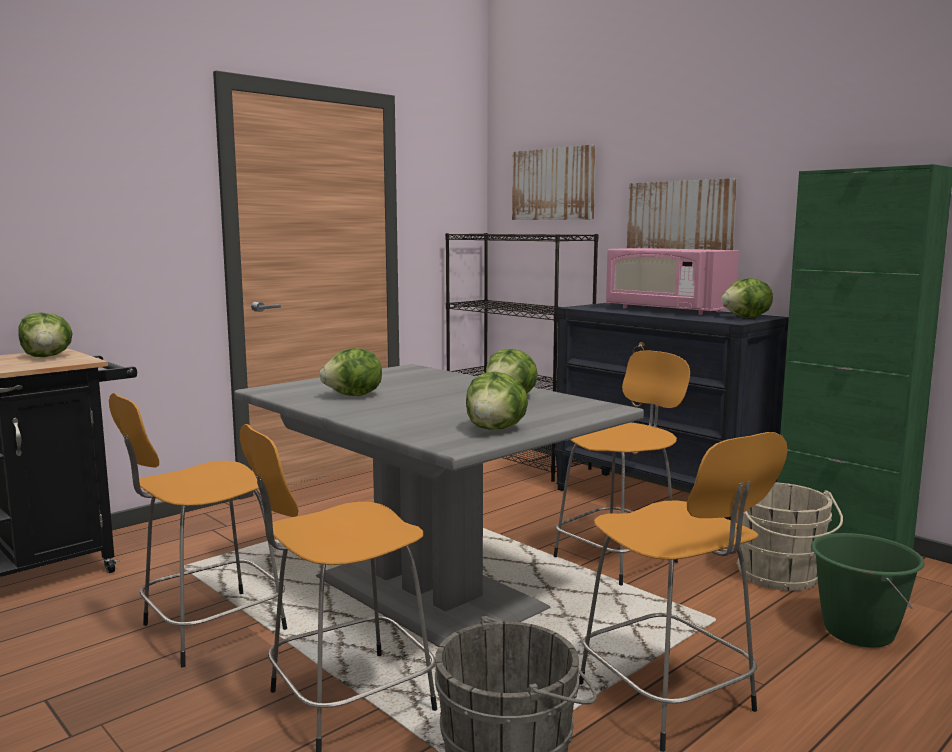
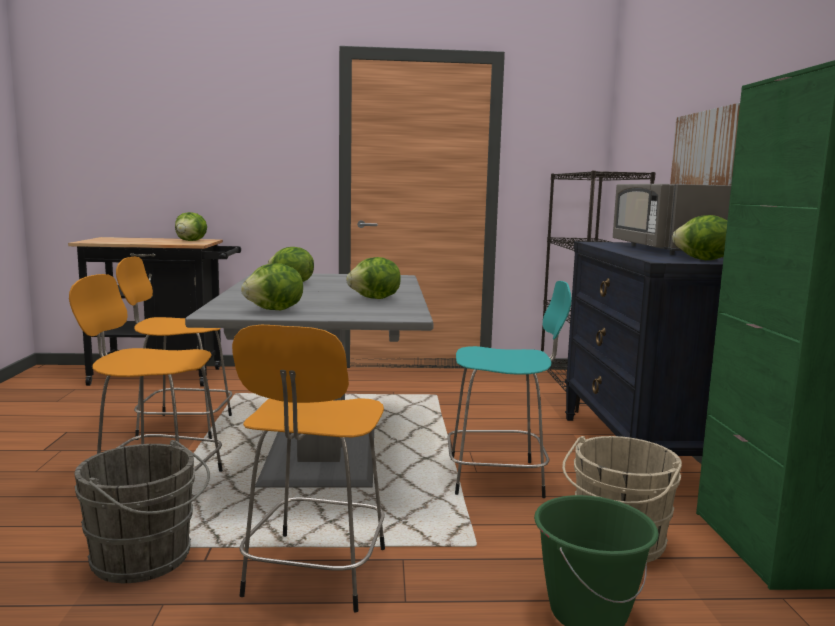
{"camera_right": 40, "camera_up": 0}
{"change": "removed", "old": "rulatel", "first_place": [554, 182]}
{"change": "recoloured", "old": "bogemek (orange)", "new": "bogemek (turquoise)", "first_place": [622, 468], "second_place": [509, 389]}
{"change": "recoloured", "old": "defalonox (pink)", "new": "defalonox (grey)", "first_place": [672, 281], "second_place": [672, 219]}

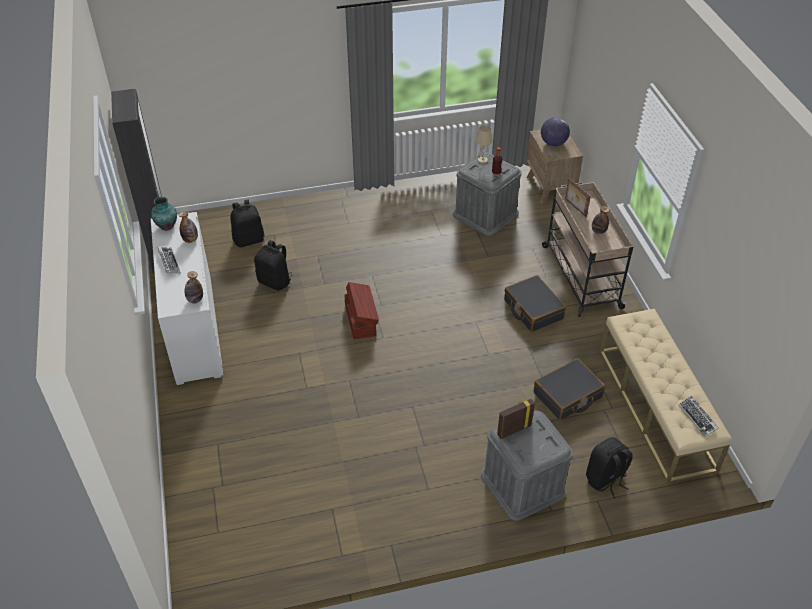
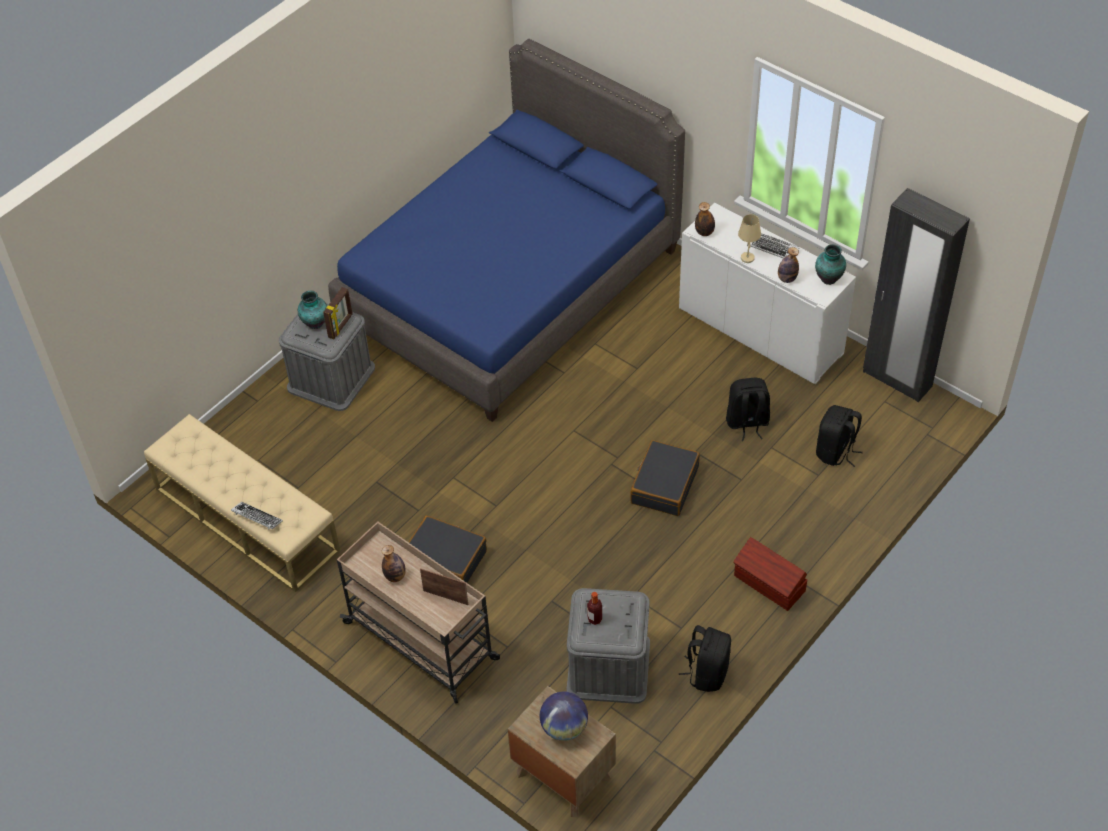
{"camera_right": 145, "camera_up": 5}
{"change": "moved", "old": "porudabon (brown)", "first_place": [361, 310], "second_place": [770, 574]}
{"change": "moved", "old": "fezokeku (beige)", "first_place": [484, 144], "second_place": [749, 238]}
{"change": "moved", "old": "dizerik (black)", "first_place": [569, 389], "second_place": [665, 478]}
{"change": "moved", "old": "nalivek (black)", "first_place": [609, 468], "second_place": [705, 658]}
{"change": "moved", "old": "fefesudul", "first_place": [698, 416], "second_place": [257, 515]}
{"change": "added", "new": "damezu", "second_place": [312, 310]}
{"change": "added", "new": "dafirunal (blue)", "second_place": [506, 230]}

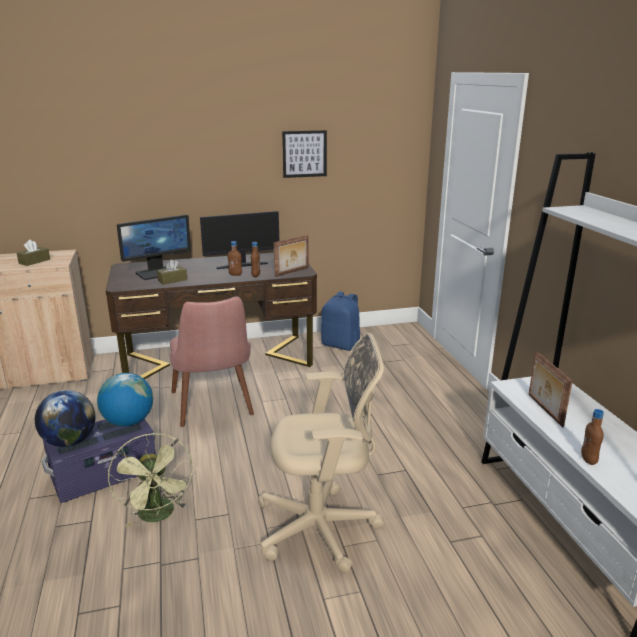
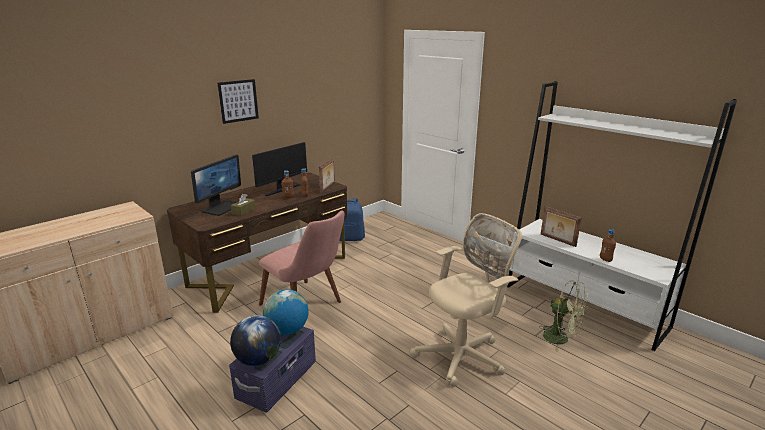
{"camera_right": -30, "camera_up": 0}
{"change": "removed", "old": "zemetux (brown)", "first_place": [33, 253]}
{"change": "moved", "old": "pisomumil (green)", "first_place": [150, 480], "second_place": [564, 315]}
{"change": "moved", "old": "rulatel", "first_place": [304, 154], "second_place": [238, 101]}

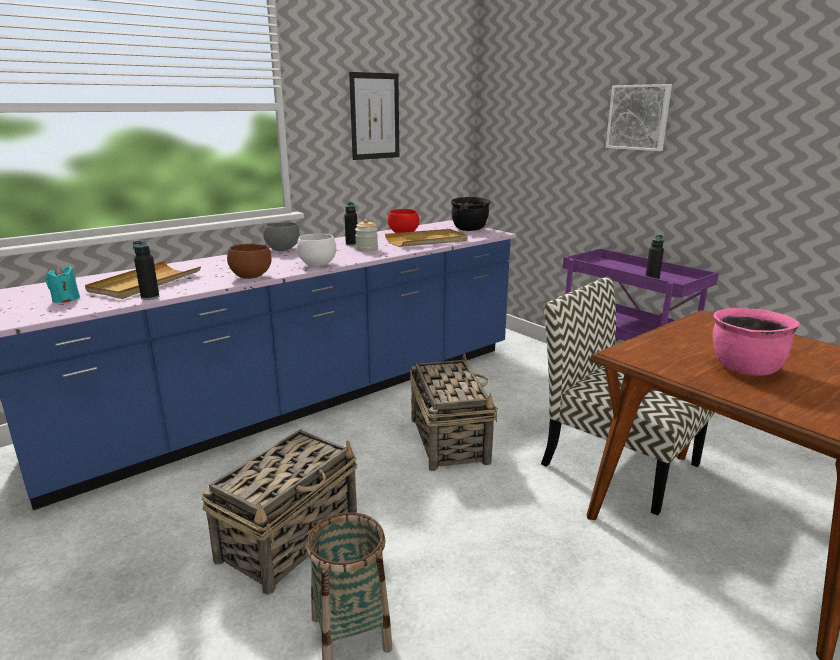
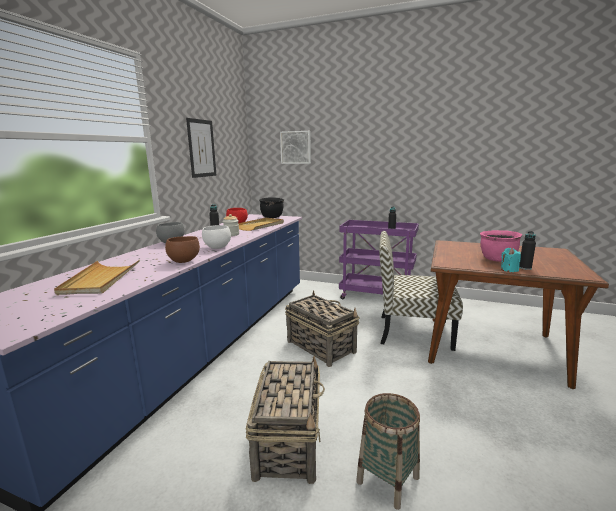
{"camera_right": -30, "camera_up": -5}
{"change": "moved", "old": "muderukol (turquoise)", "first_place": [63, 284], "second_place": [511, 260]}
{"change": "moved", "old": "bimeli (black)", "first_place": [146, 270], "second_place": [527, 250]}
{"change": "moved", "old": "rulatel", "first_place": [639, 117], "second_place": [295, 147]}

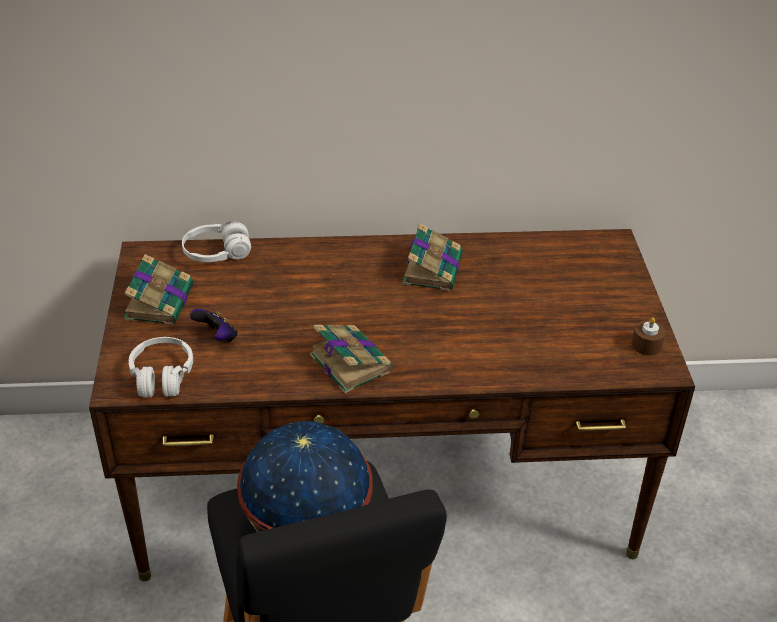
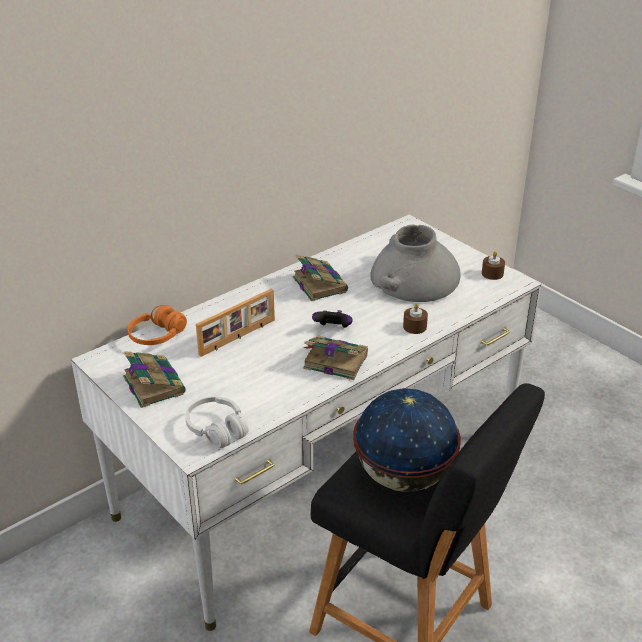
{"camera_right": -35, "camera_up": -5}
{"change": "recoloured", "old": "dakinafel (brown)", "new": "dakinafel (white)", "first_place": [392, 405], "second_place": [306, 423]}
{"change": "recoloured", "old": "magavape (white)", "new": "magavape (orange)", "first_place": [216, 241], "second_place": [157, 325]}
{"change": "moved", "old": "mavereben", "first_place": [213, 325], "second_place": [332, 319]}
{"change": "added", "new": "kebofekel", "second_place": [235, 323]}
{"change": "added", "new": "damezu (grey)", "second_place": [415, 263]}
{"change": "added", "new": "muderukol (brown)", "second_place": [415, 318]}

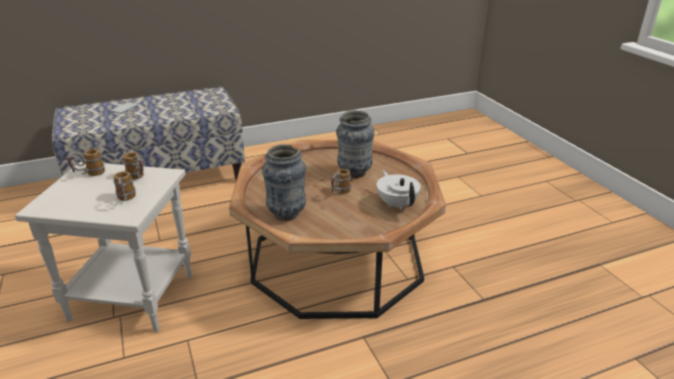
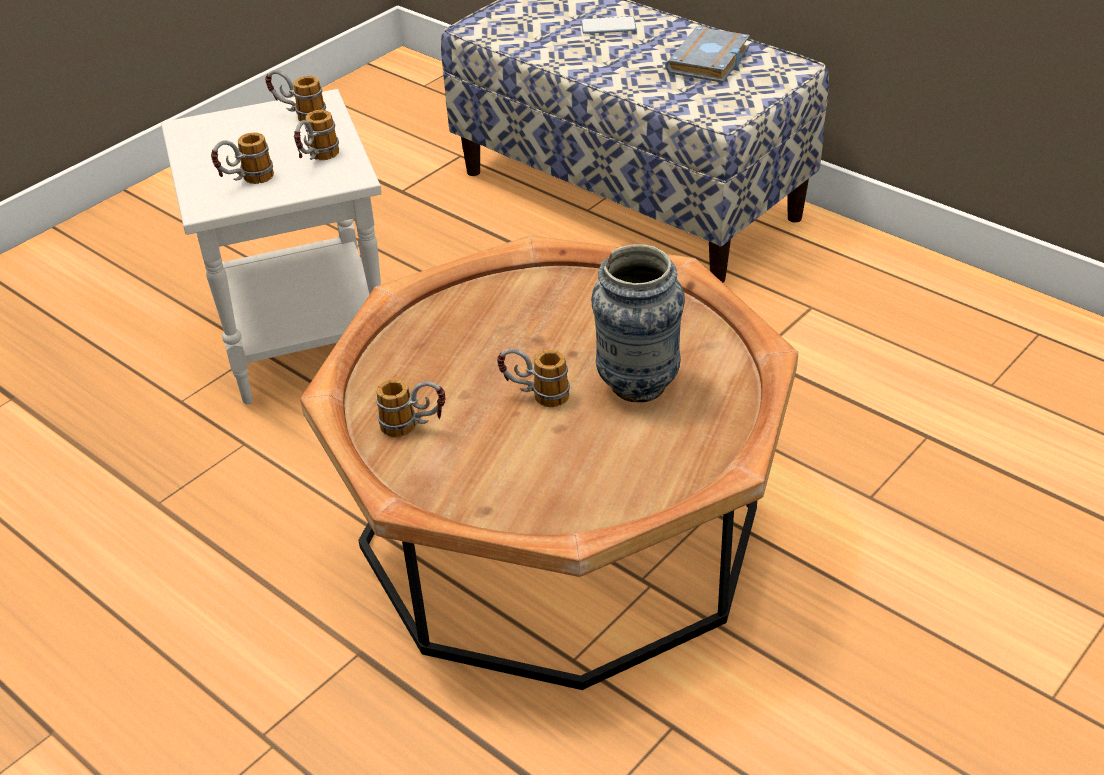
{"camera_right": 65, "camera_up": 10}
{"change": "removed", "old": "damezu", "first_place": [284, 182]}
{"change": "removed", "old": "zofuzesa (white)", "first_place": [399, 190]}
{"change": "added", "new": "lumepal", "second_place": [411, 408]}
{"change": "added", "new": "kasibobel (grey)", "second_place": [707, 54]}

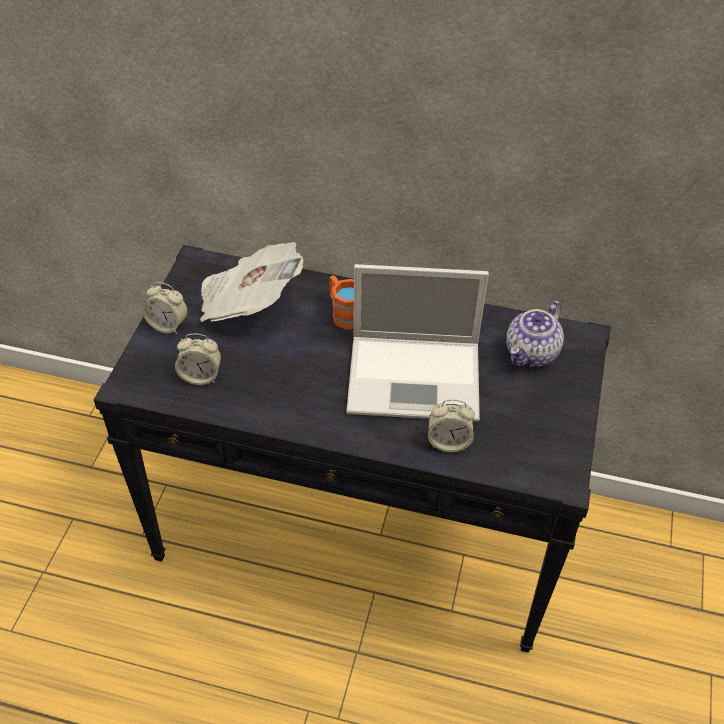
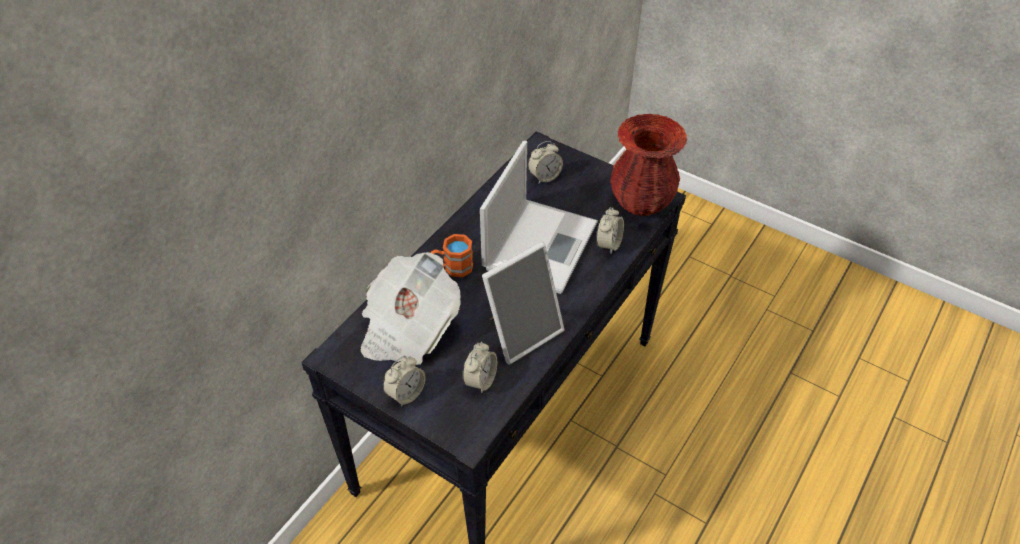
{"camera_right": -70, "camera_up": 0}
{"change": "replaced", "old": "zofuzesa", "new": "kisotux", "first_place": [535, 334], "second_place": [545, 162]}
{"change": "added", "new": "kebofekel", "second_place": [523, 303]}
{"change": "added", "new": "damezu (red)", "second_place": [648, 165]}

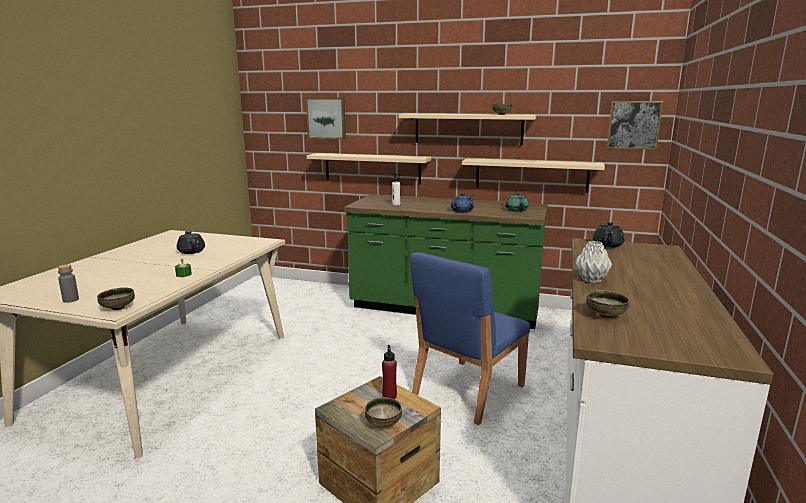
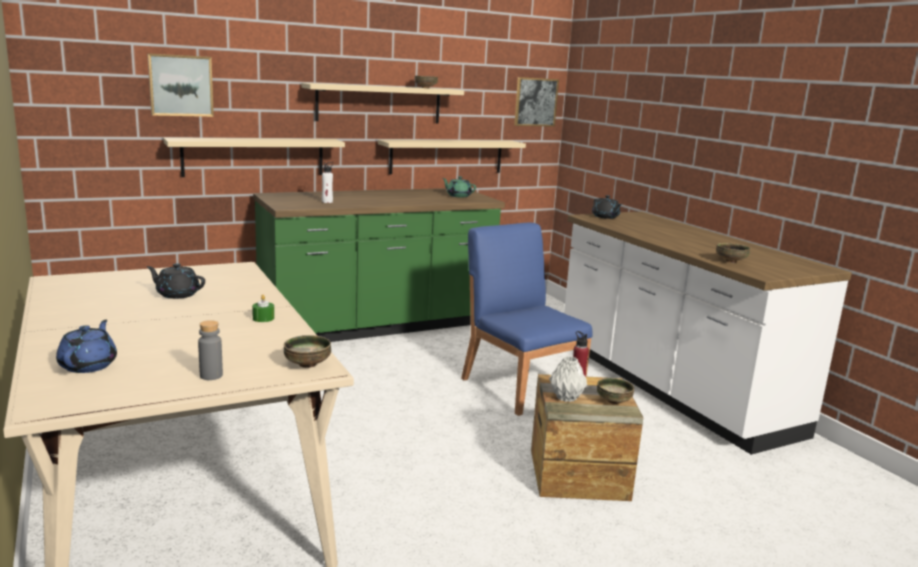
{"camera_right": -45, "camera_up": 0}
{"change": "turned", "old": "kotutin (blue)", "first_place": [470, 338], "second_place": [527, 319], "degrees": 150}
{"change": "moved", "old": "zofuzesa (blue)", "first_place": [462, 202], "second_place": [86, 346]}
{"change": "moved", "old": "damezu (grey)", "first_place": [593, 262], "second_place": [568, 379]}

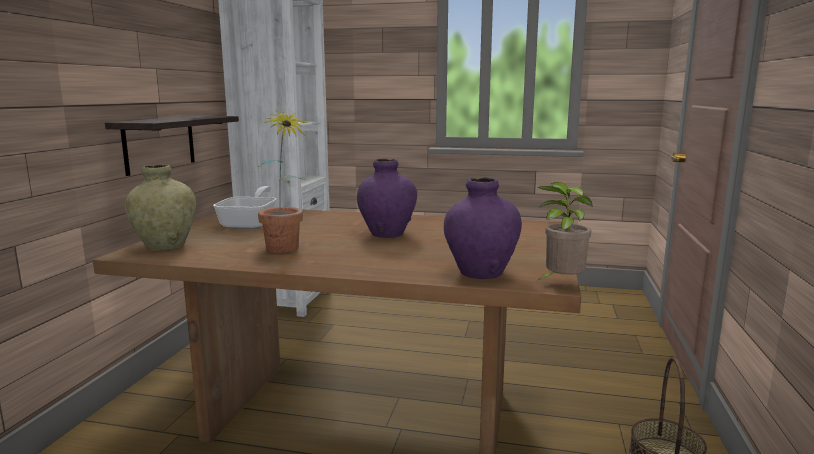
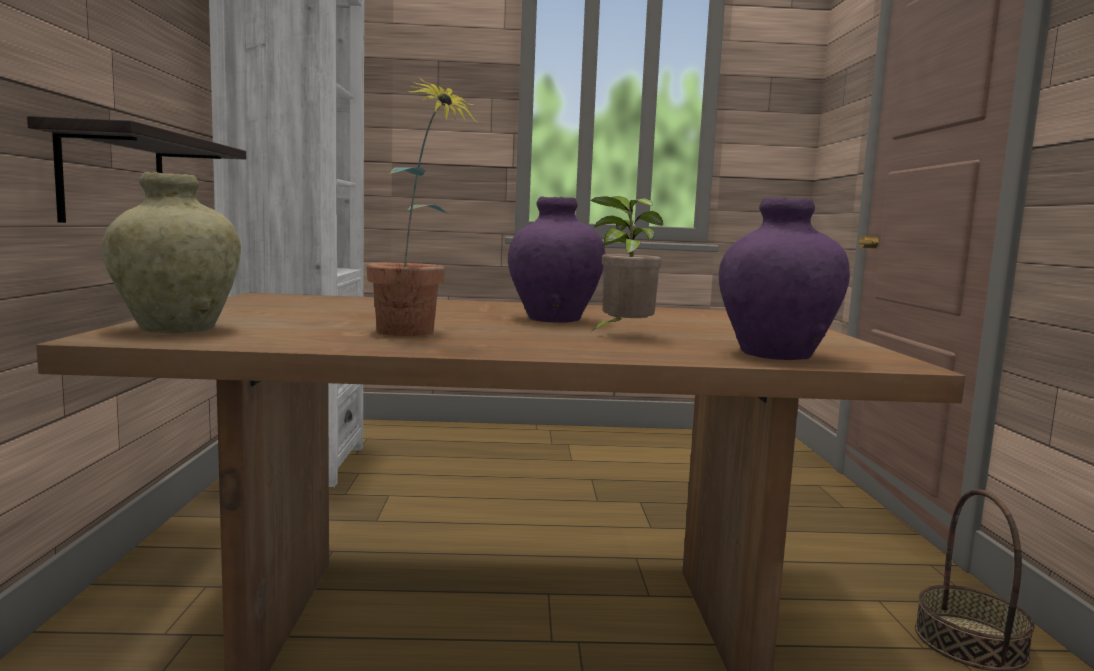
{"camera_right": -15, "camera_up": -5}
{"change": "removed", "old": "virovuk", "first_place": [244, 207]}
{"change": "moved", "old": "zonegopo", "first_place": [564, 232], "second_place": [626, 265]}

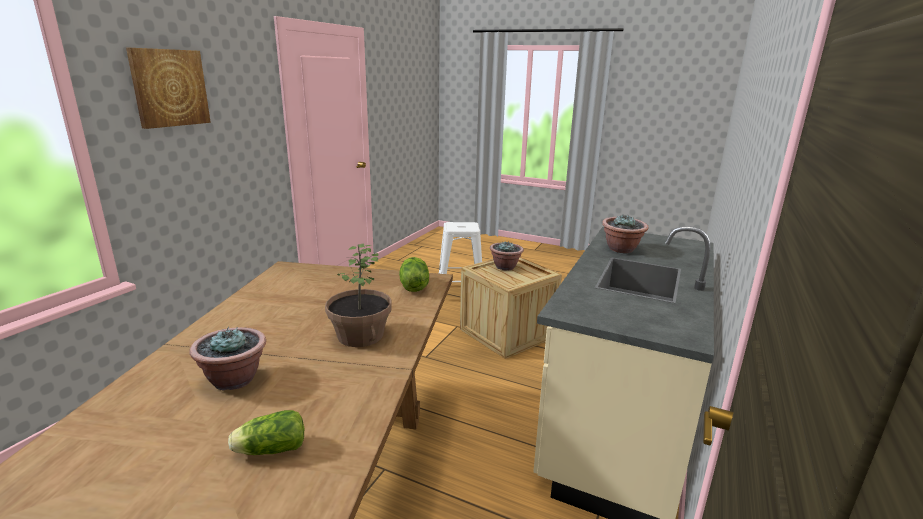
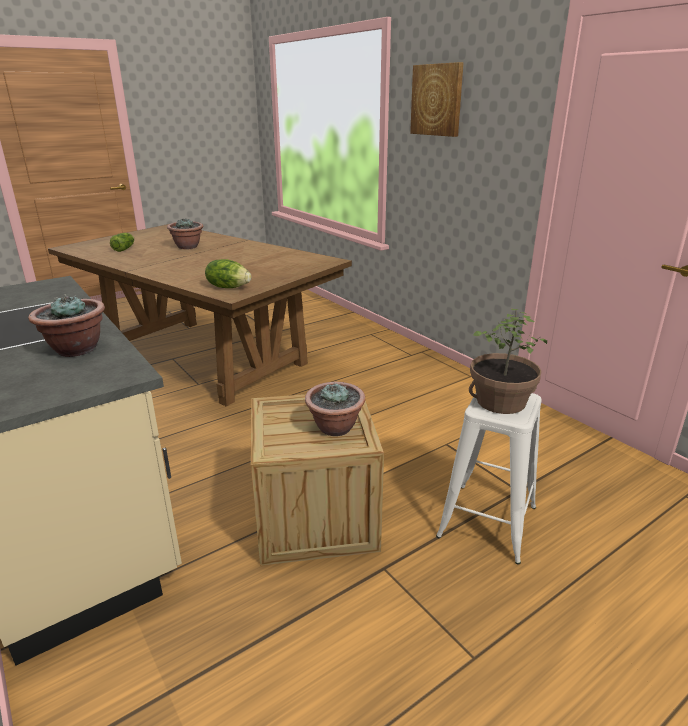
{"camera_right": 120, "camera_up": 5}
{"change": "moved", "old": "zonegopo", "first_place": [358, 295], "second_place": [508, 361]}

